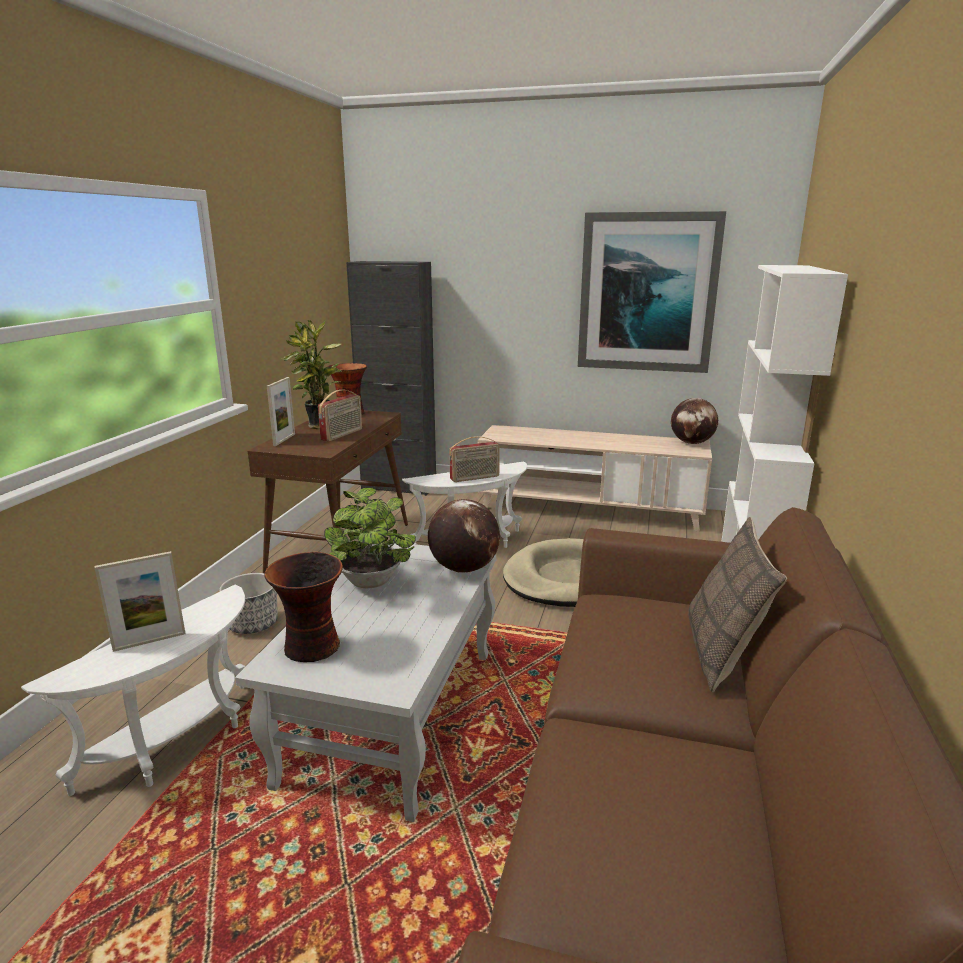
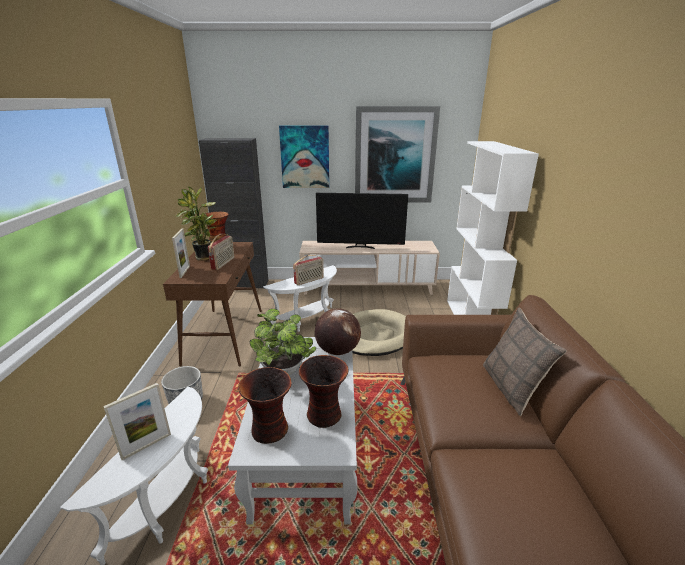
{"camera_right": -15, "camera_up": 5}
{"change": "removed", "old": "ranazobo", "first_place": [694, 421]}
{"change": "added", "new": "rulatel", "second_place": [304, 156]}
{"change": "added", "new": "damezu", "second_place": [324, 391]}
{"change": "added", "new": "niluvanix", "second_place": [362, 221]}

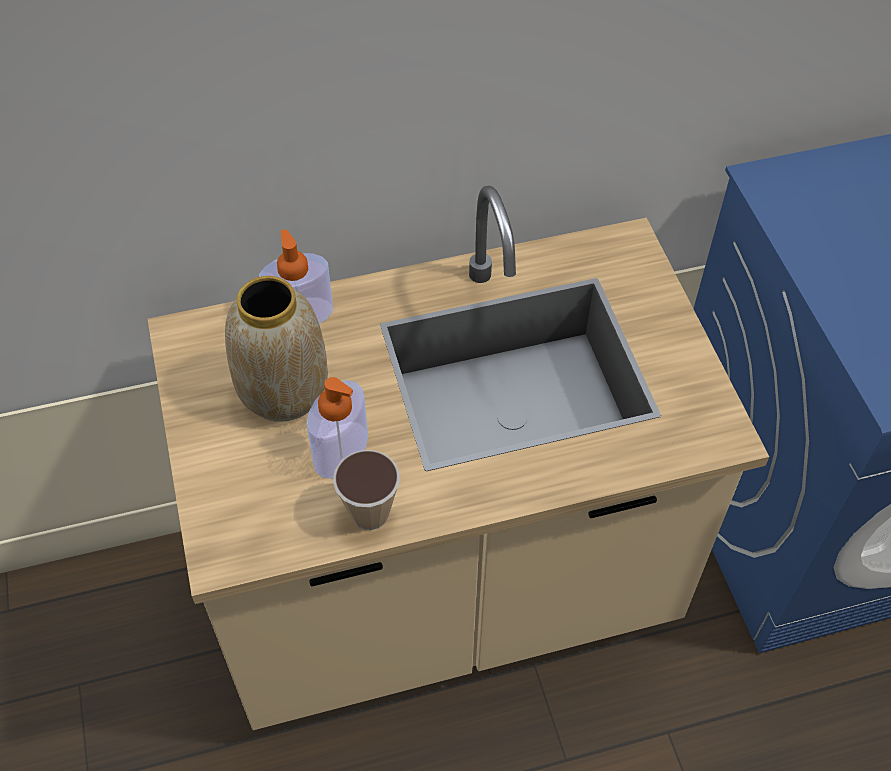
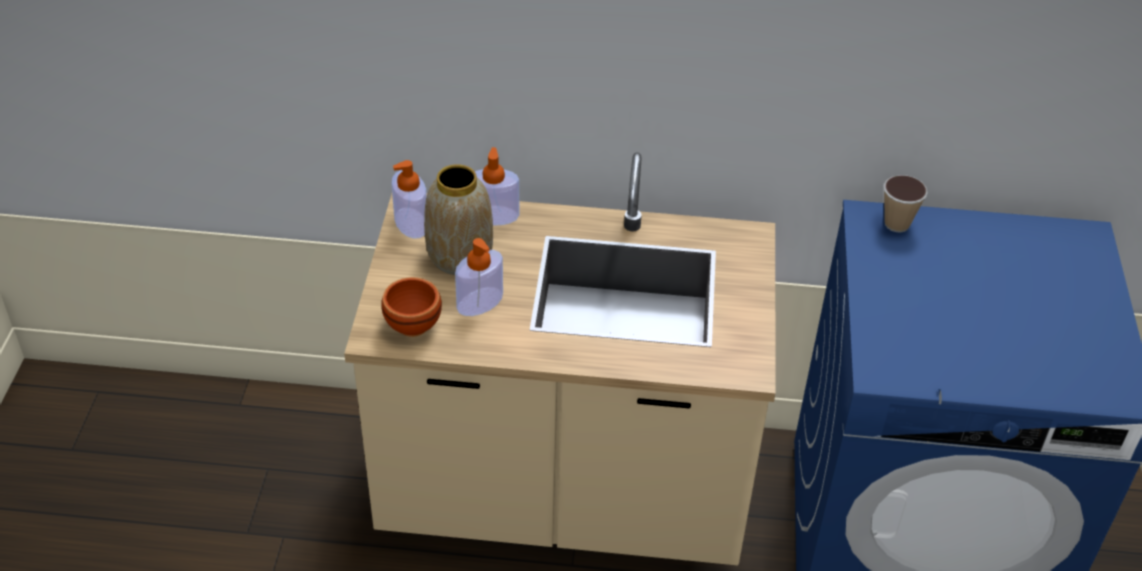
{"camera_right": 20, "camera_up": -10}
{"change": "moved", "old": "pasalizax", "first_place": [366, 490], "second_place": [906, 203]}
{"change": "added", "new": "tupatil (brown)", "second_place": [411, 307]}
{"change": "added", "new": "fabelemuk", "second_place": [409, 199]}

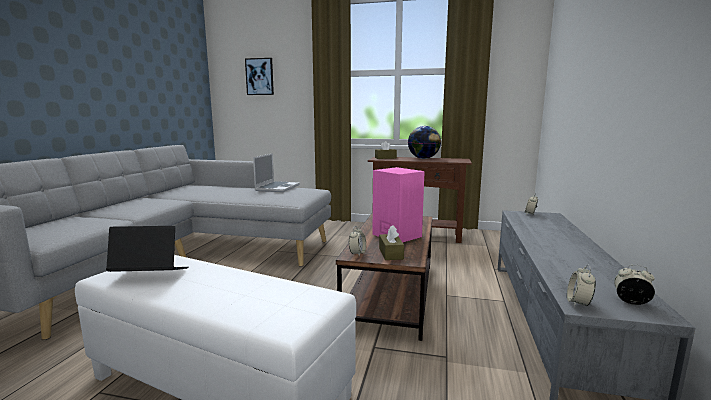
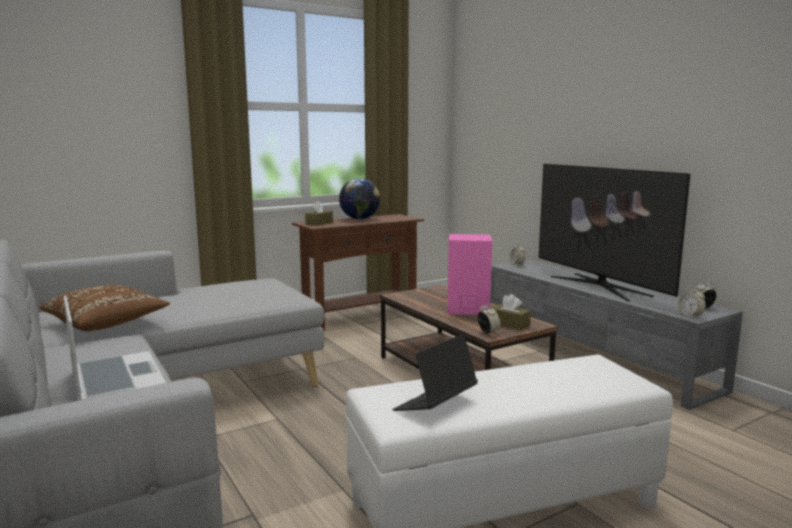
{"camera_right": -45, "camera_up": 0}
{"change": "removed", "old": "rulatel", "first_place": [259, 76]}
{"change": "moved", "old": "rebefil", "first_place": [276, 172], "second_place": [114, 348]}
{"change": "added", "new": "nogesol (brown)", "second_place": [105, 308]}
{"change": "added", "new": "niluvanix", "second_place": [614, 232]}

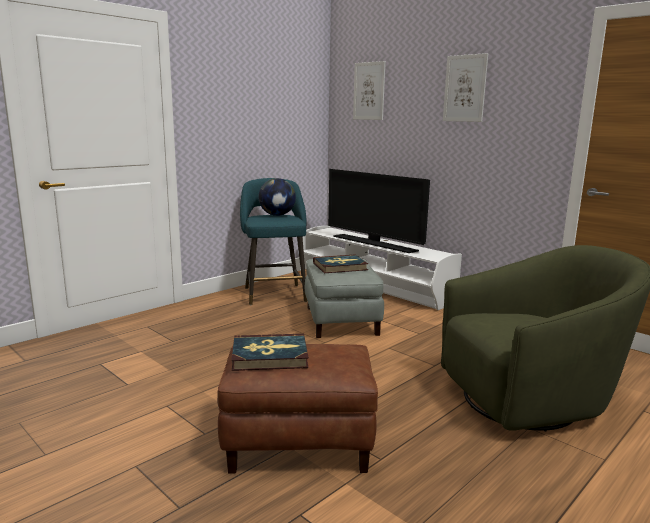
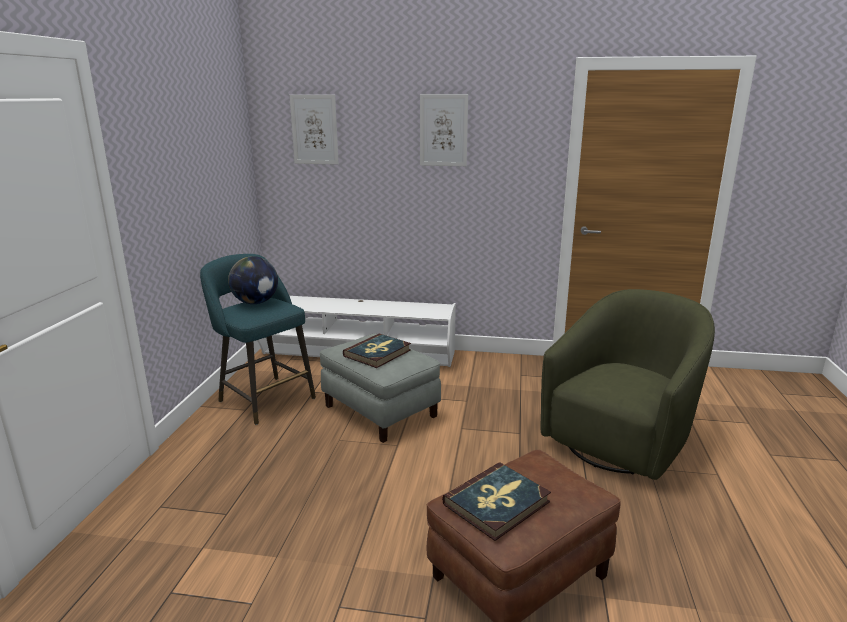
{"camera_right": -35, "camera_up": 5}
{"change": "removed", "old": "niluvanix", "first_place": [379, 211]}

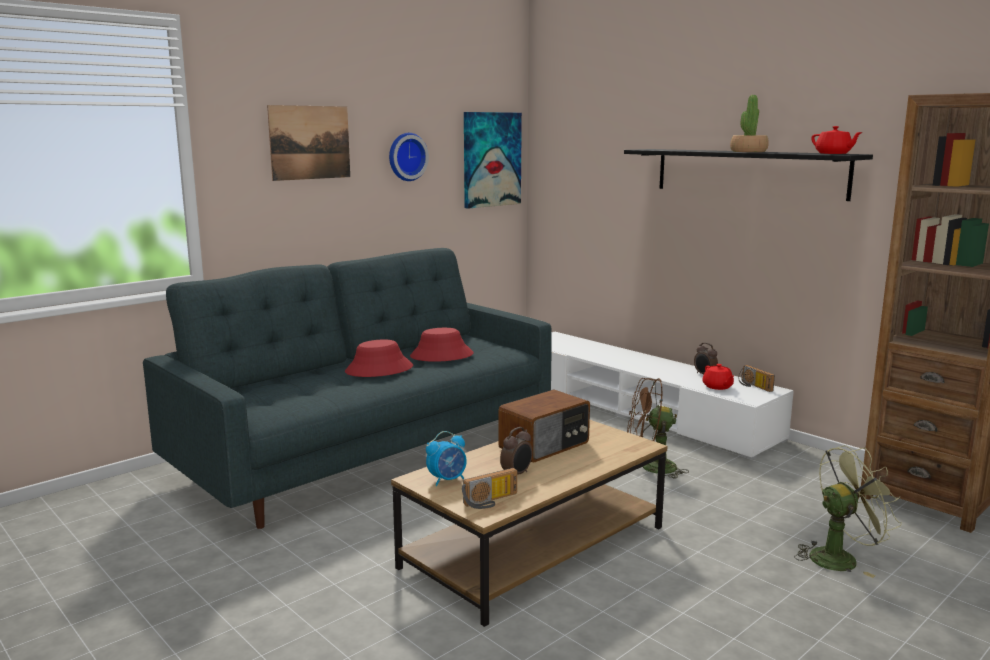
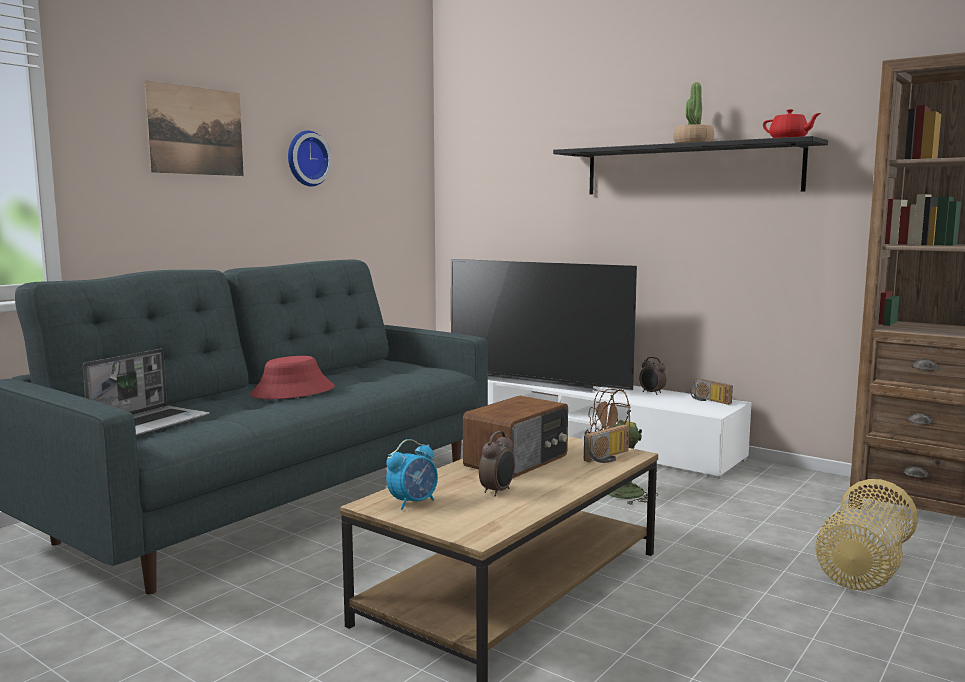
{"camera_right": -10, "camera_up": -5}
{"change": "removed", "old": "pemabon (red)", "first_place": [442, 345]}
{"change": "moved", "old": "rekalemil", "first_place": [489, 488], "second_place": [606, 443]}
{"change": "removed", "old": "rulatel", "first_place": [493, 160]}
{"change": "removed", "old": "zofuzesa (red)", "first_place": [718, 377]}
{"change": "replaced", "old": "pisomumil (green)", "new": "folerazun", "first_place": [848, 511], "second_place": [867, 535]}
{"change": "added", "new": "rebefil", "second_place": [146, 393]}
{"change": "added", "new": "niluvanix", "second_place": [543, 326]}

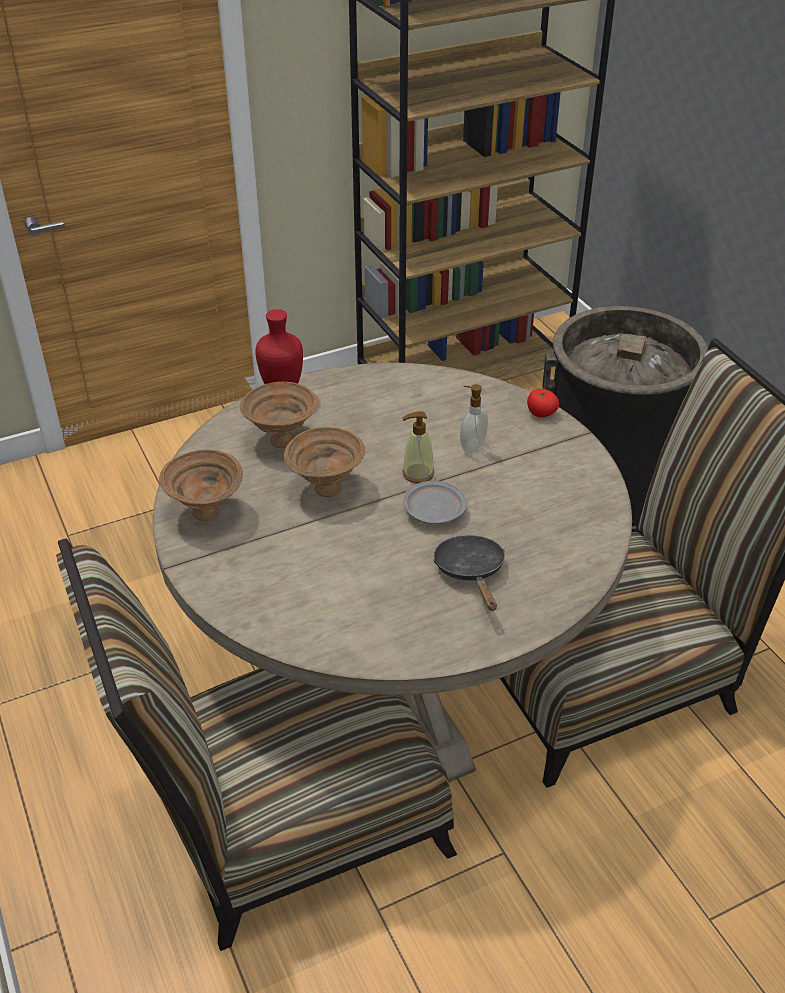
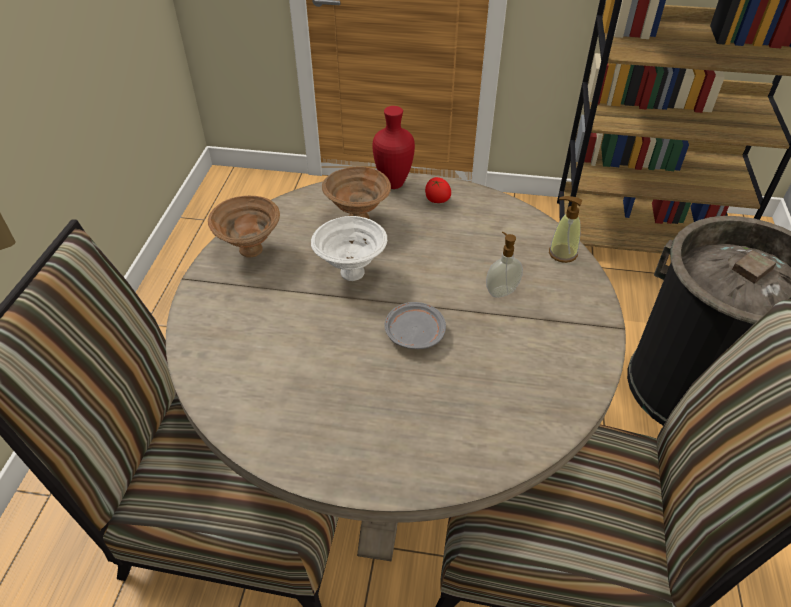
{"camera_right": 35, "camera_up": 5}
{"change": "recoloured", "old": "tupatil (brown)", "new": "tupatil (white)", "first_place": [324, 462], "second_place": [349, 248]}
{"change": "moved", "old": "fabelemuk", "first_place": [418, 447], "second_place": [565, 229]}
{"change": "removed", "old": "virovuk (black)", "first_place": [469, 573]}
{"change": "moved", "old": "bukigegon", "first_place": [543, 403], "second_place": [438, 190]}

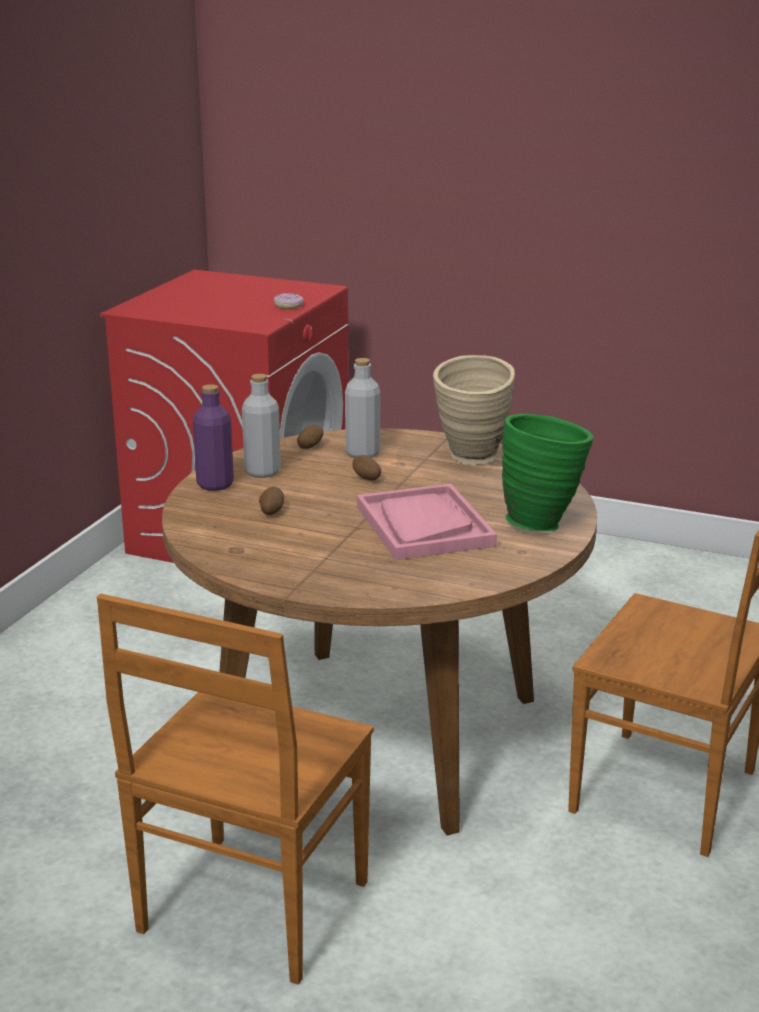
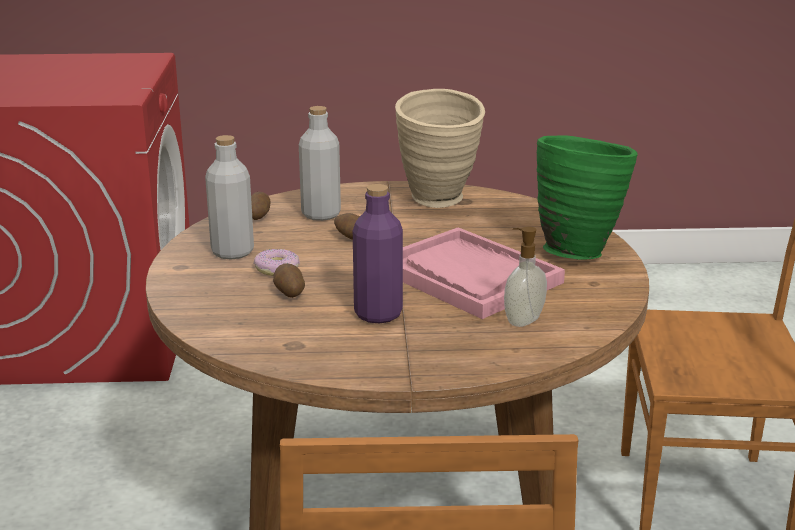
{"camera_right": -25, "camera_up": 0}
{"change": "moved", "old": "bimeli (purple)", "first_place": [213, 437], "second_place": [378, 253]}
{"change": "moved", "old": "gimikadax", "first_place": [288, 301], "second_place": [277, 262]}
{"change": "added", "new": "fabelemuk", "second_place": [525, 276]}

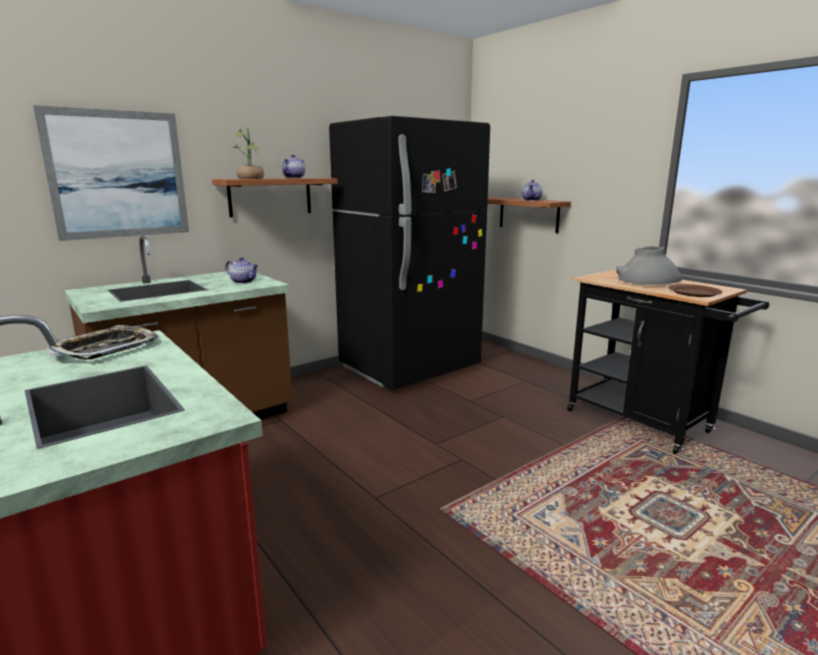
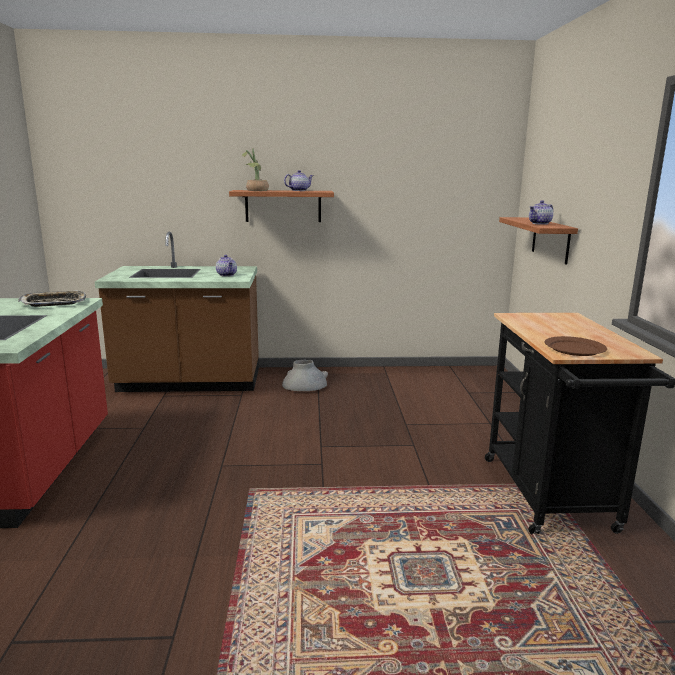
{"camera_right": 35, "camera_up": 0}
{"change": "removed", "old": "rulatel", "first_place": [111, 173]}
{"change": "removed", "old": "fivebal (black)", "first_place": [409, 253]}
{"change": "moved", "old": "damezu (grey)", "first_place": [649, 265], "second_place": [305, 375]}

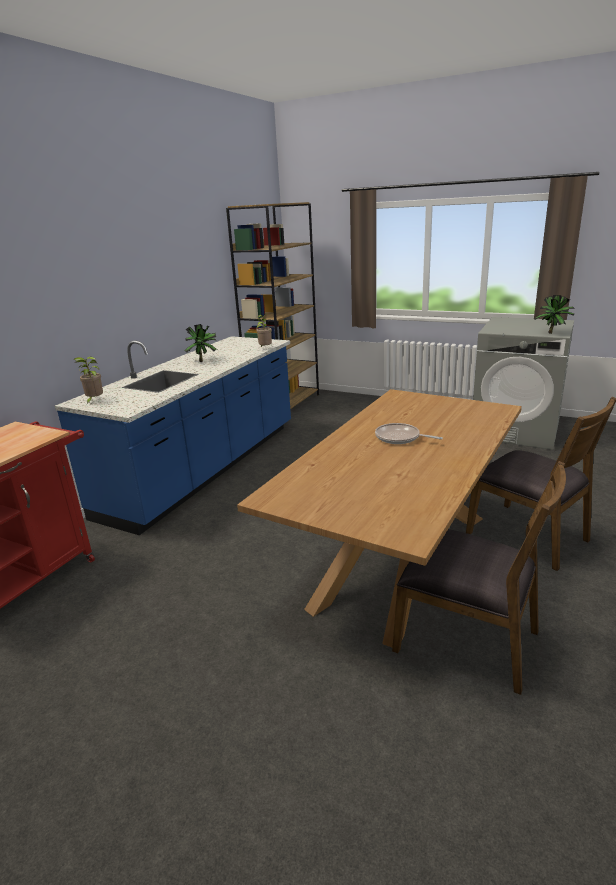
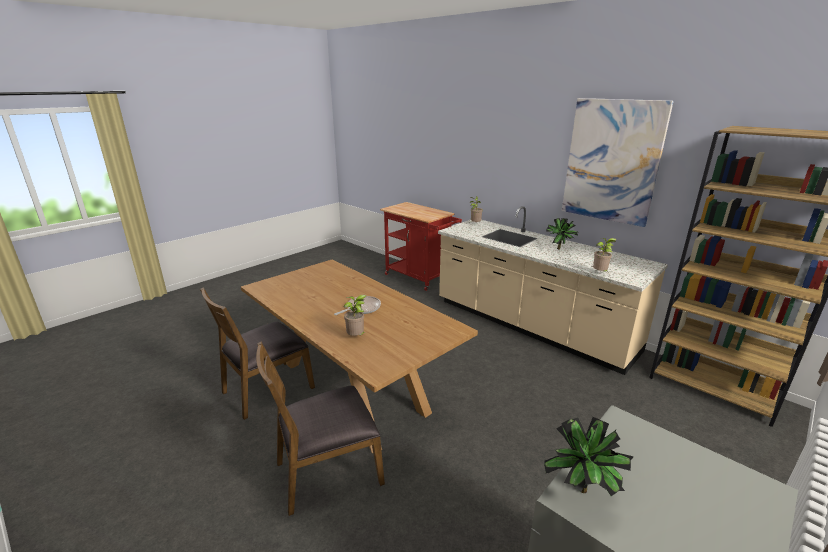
{"camera_right": 105, "camera_up": 0}
{"change": "recoloured", "old": "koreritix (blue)", "new": "koreritix (beige)", "first_place": [173, 435], "second_place": [553, 290]}
{"change": "added", "new": "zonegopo", "second_place": [355, 315]}
{"change": "added", "new": "rulatel", "second_place": [618, 162]}

